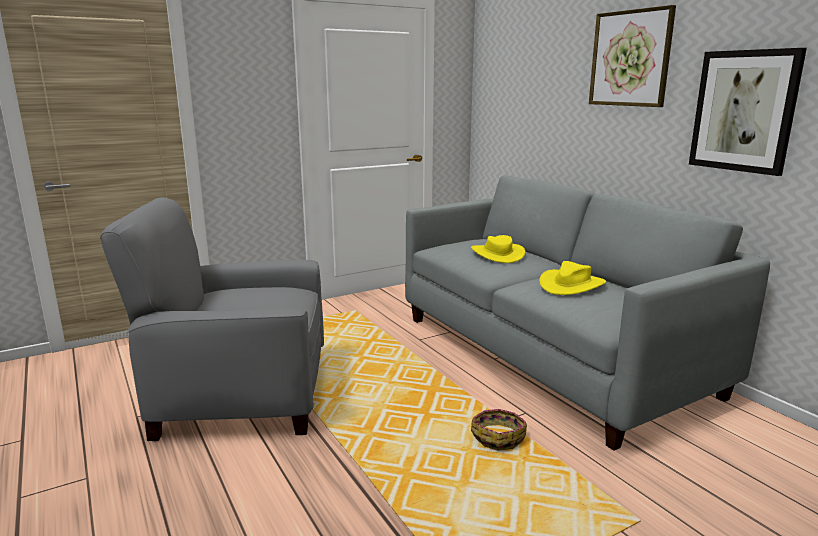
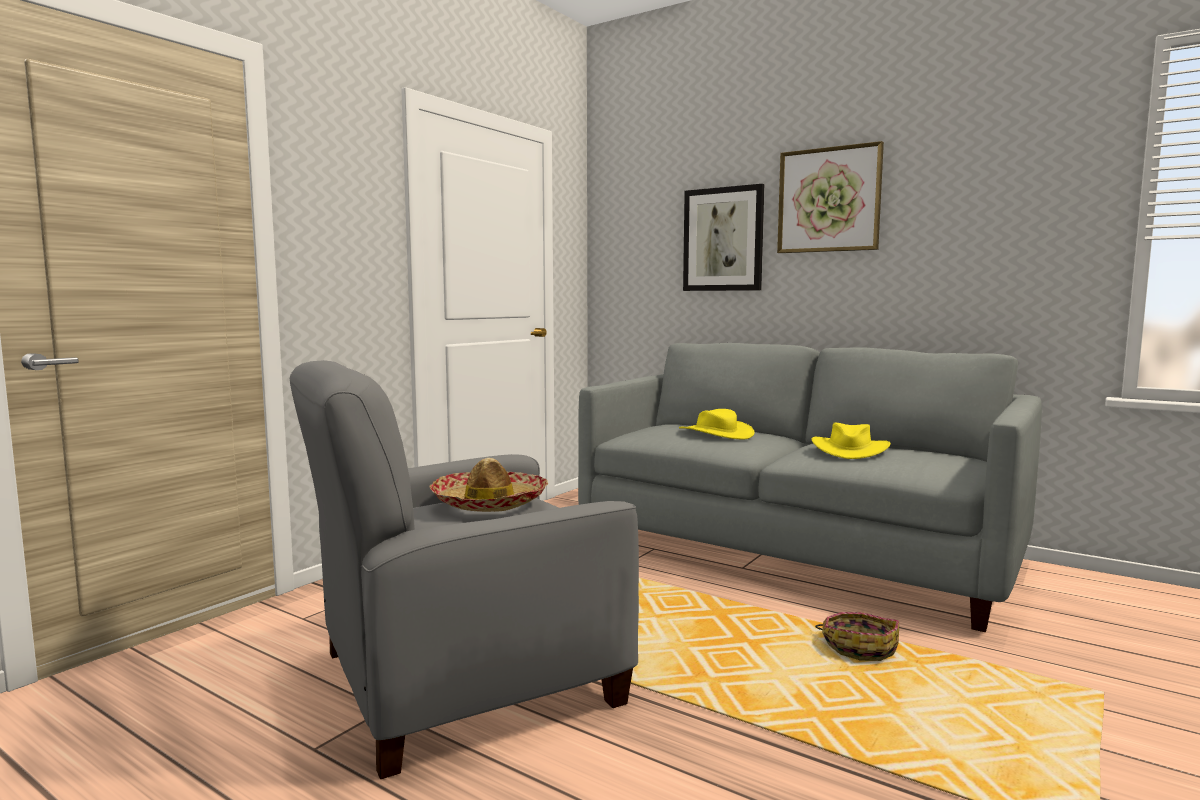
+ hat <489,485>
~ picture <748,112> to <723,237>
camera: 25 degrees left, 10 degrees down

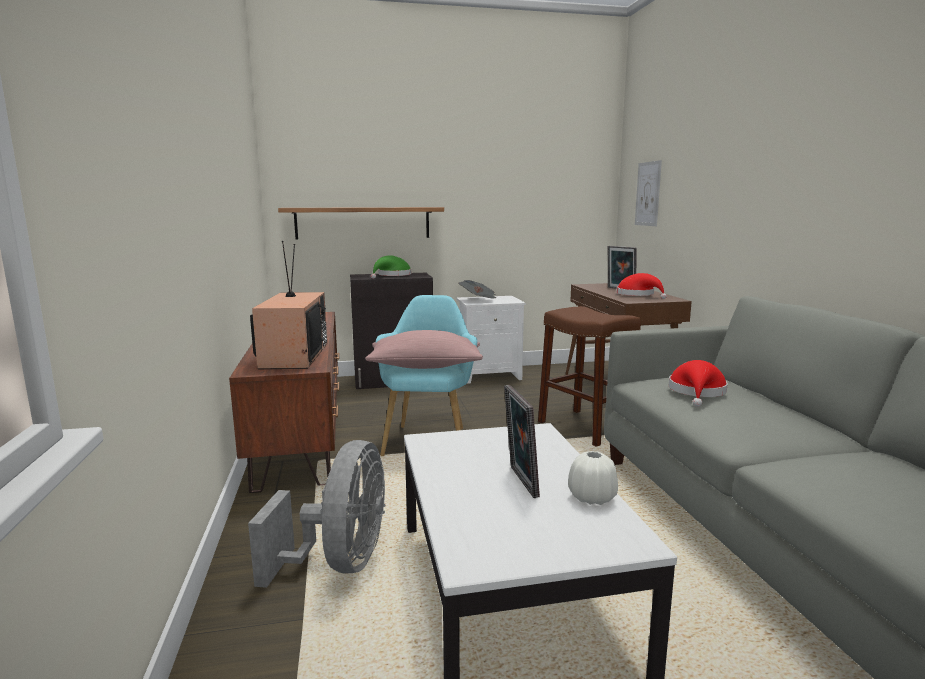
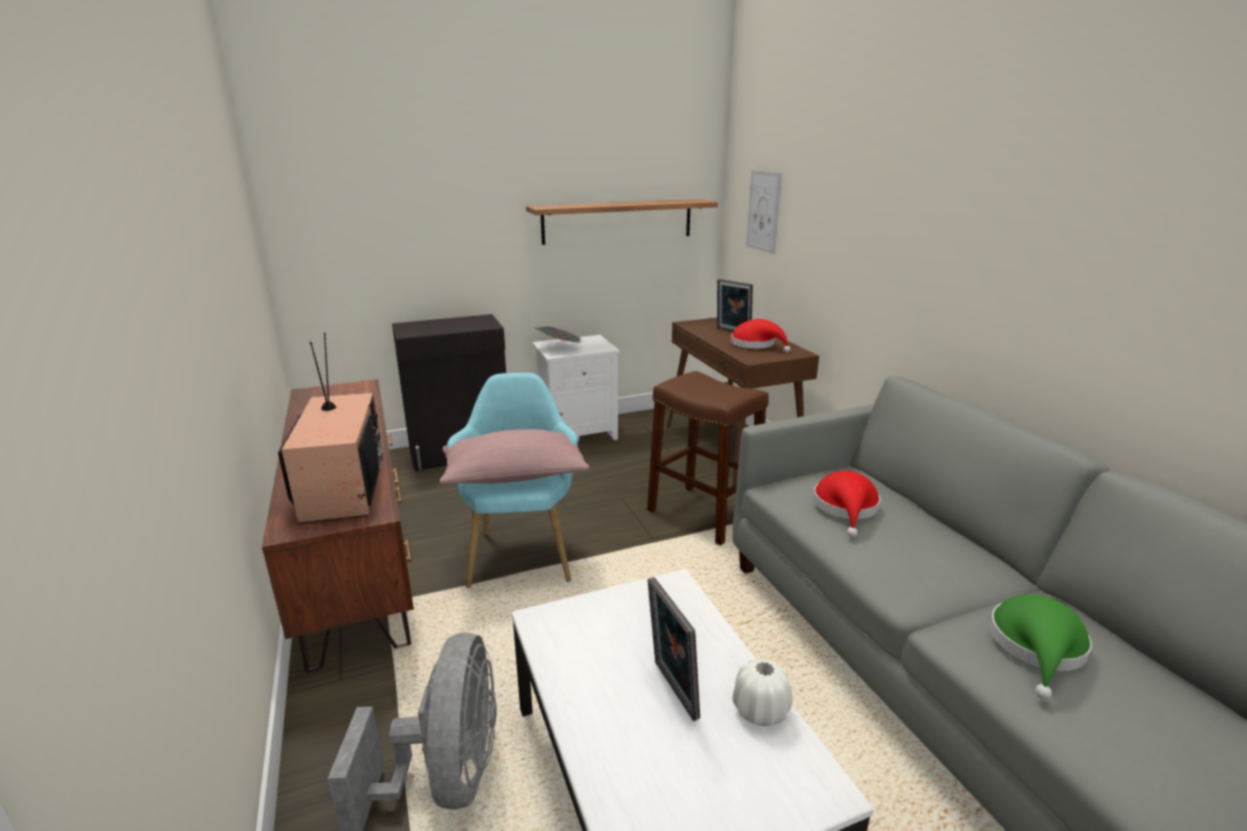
~ shelf <361,223> to <622,222>
~ hat (green) <391,267> to <1040,646>
camera: 10 degrees left, 10 degrees up

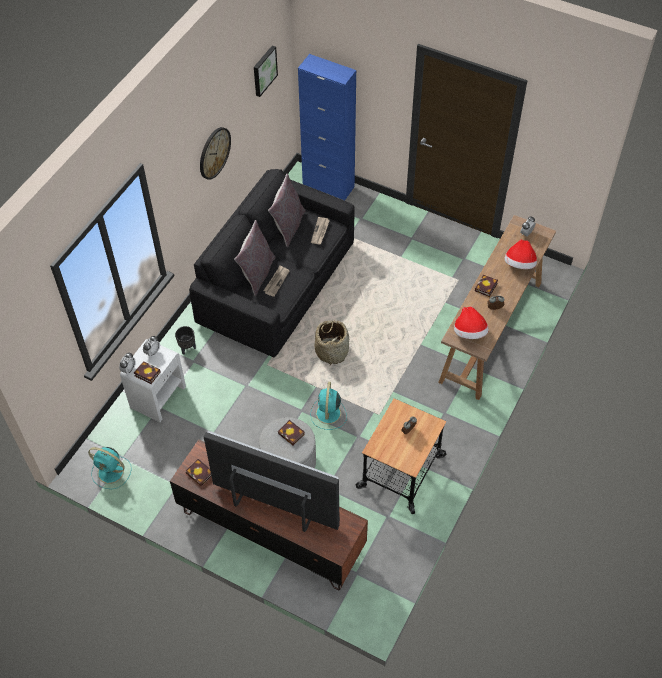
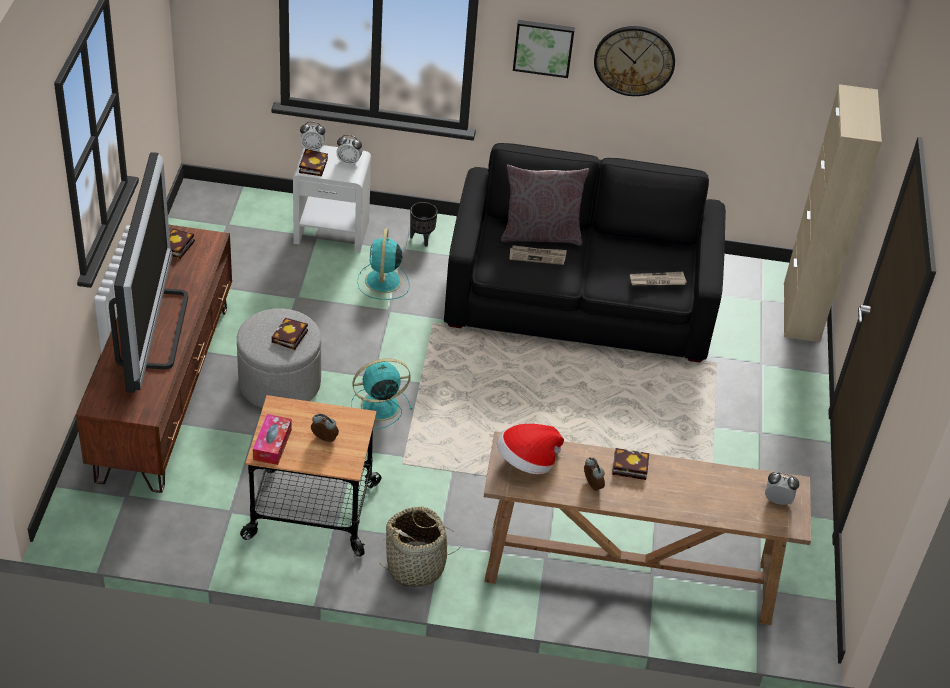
- pillow (grey) <287,210>
- hat <520,254>
+ tissue box <272,439>
~ fan (turquoise) <110,468> to <383,264>
~ picture <266,71> to <544,49>
~ basket <331,342> to <421,546>
~ cabinet (blue) <327,127> to cabinet (beige) <833,213>
camera: 65 degrees right, 10 degrees down

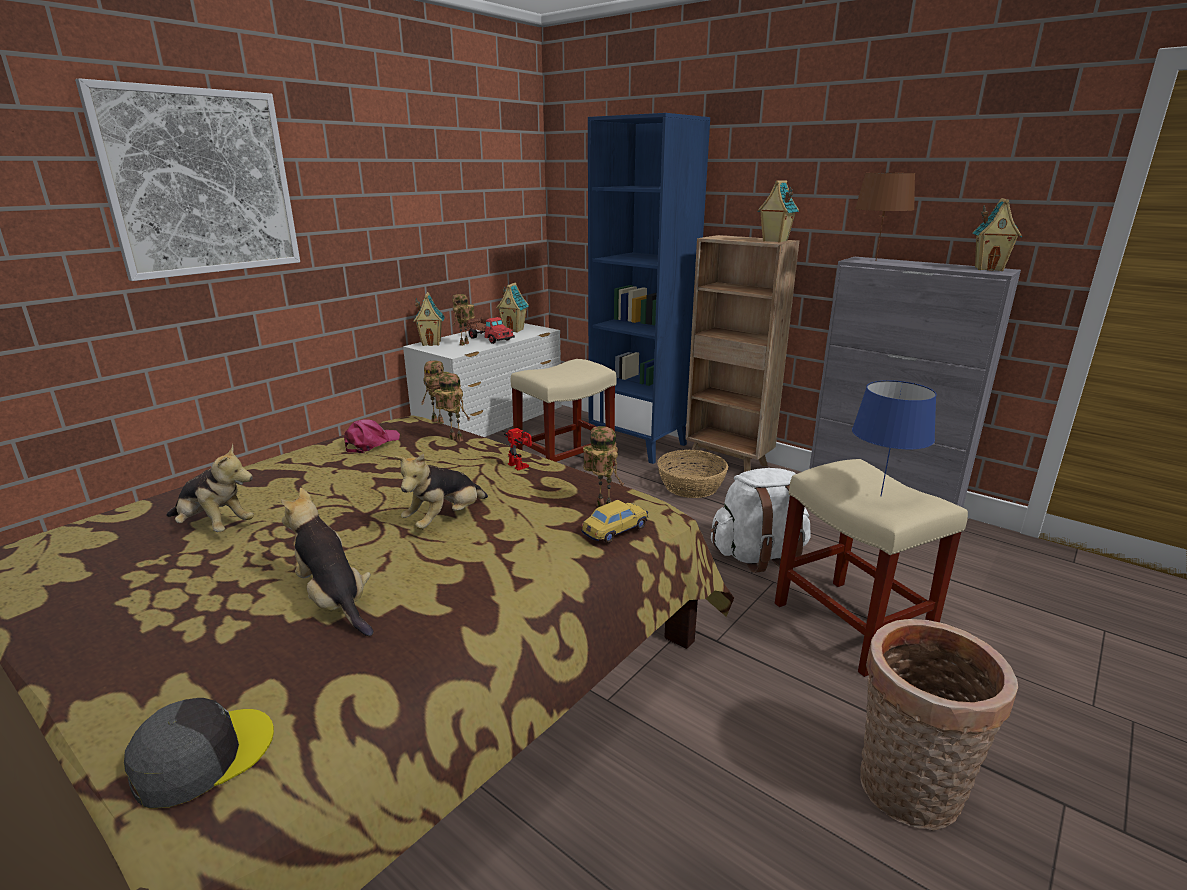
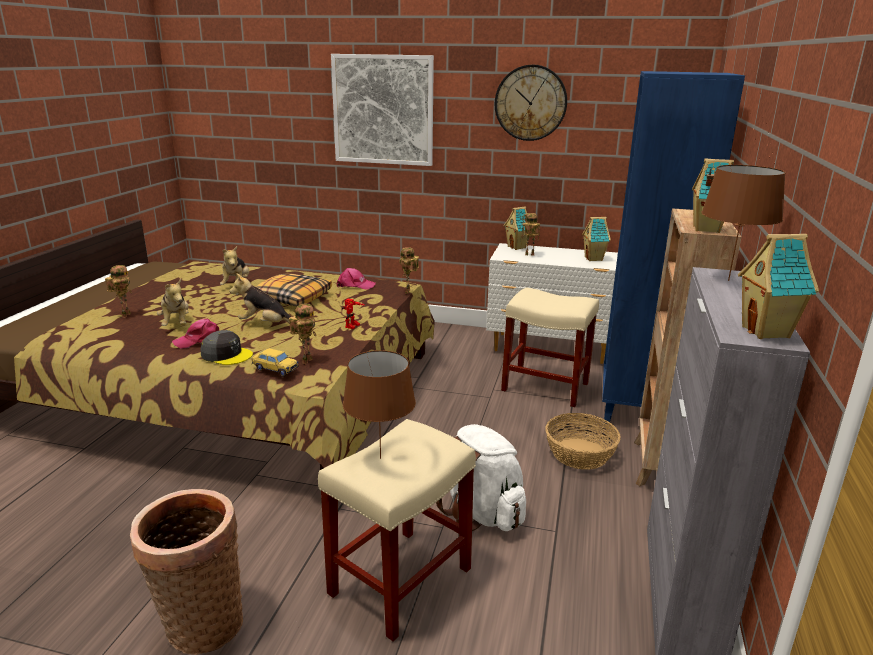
- toy truck <490,330>
+ cap (pink) <195,333>
+ pillow <294,289>
+ wall clock <531,103>
~ cap (grey) <199,753> to <227,347>
~ toy robot <452,407> to <118,291>
~ table lamp (blue) <894,438> to table lamp (brown) <379,404>
~ plush toy <327,562> = <173,302> 135 degrees clockwise
camera: 65 degrees right, 0 degrees up

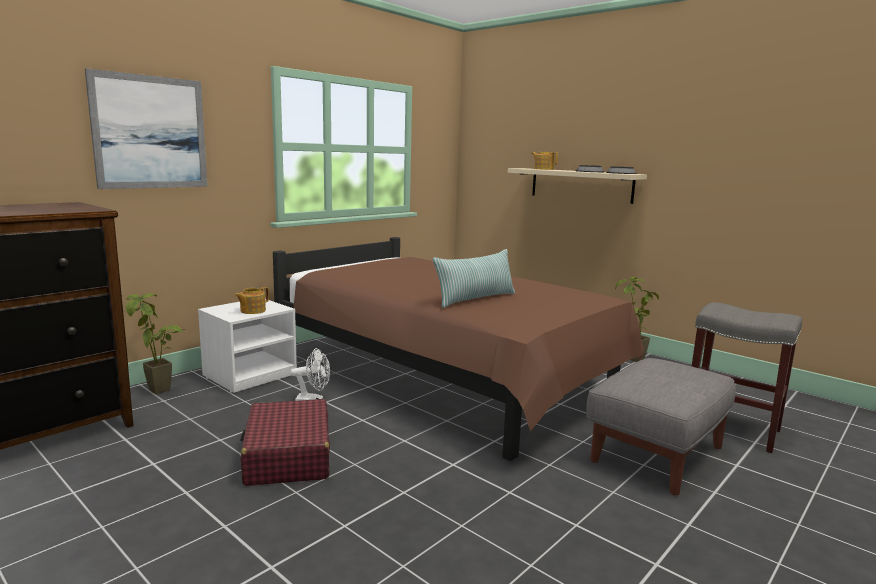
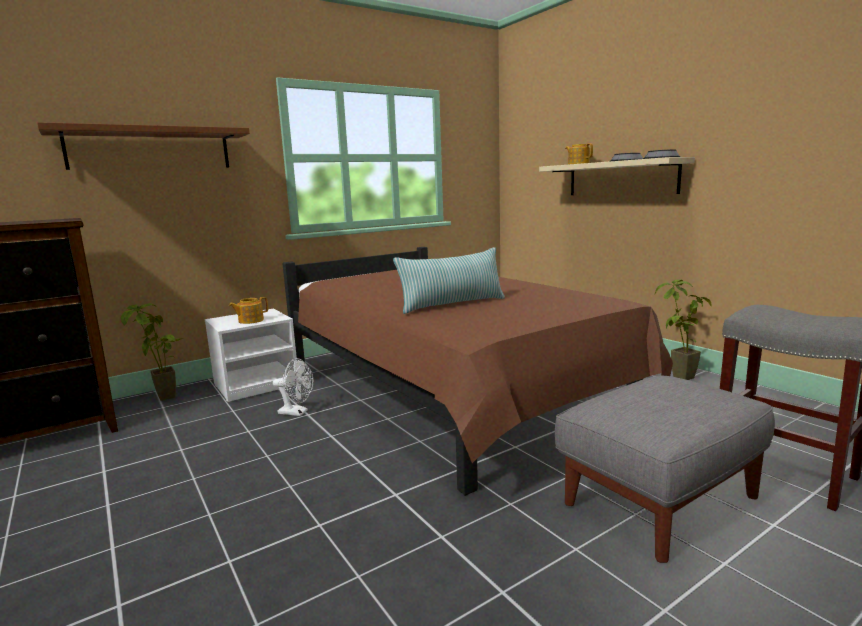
- suitcase (red) <285,442>
~ picture <146,128> to shelf (brown) <143,146>
camera: 15 degrees right, 0 degrees up

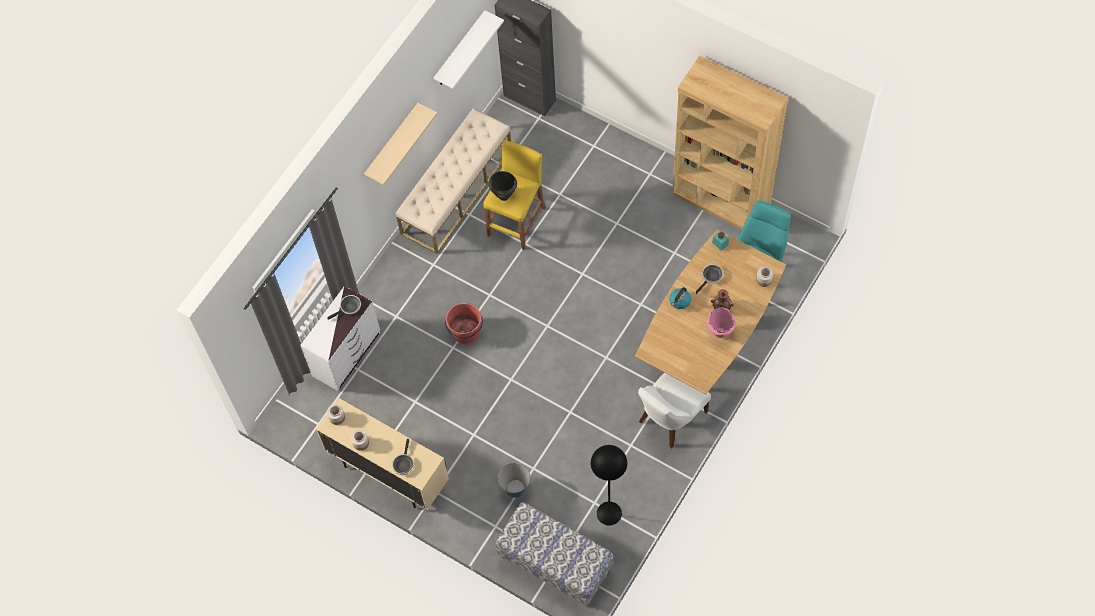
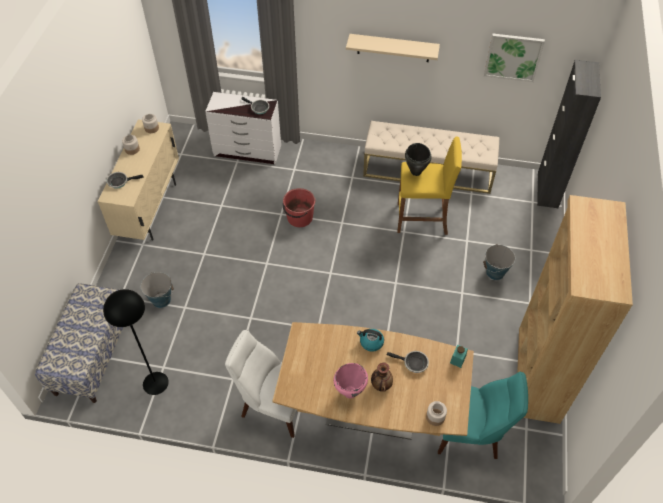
+ bucket <499,262>
~ shelf (white) <469,49> to picture <514,58>
camera: 65 degrees right, 10 degrees down

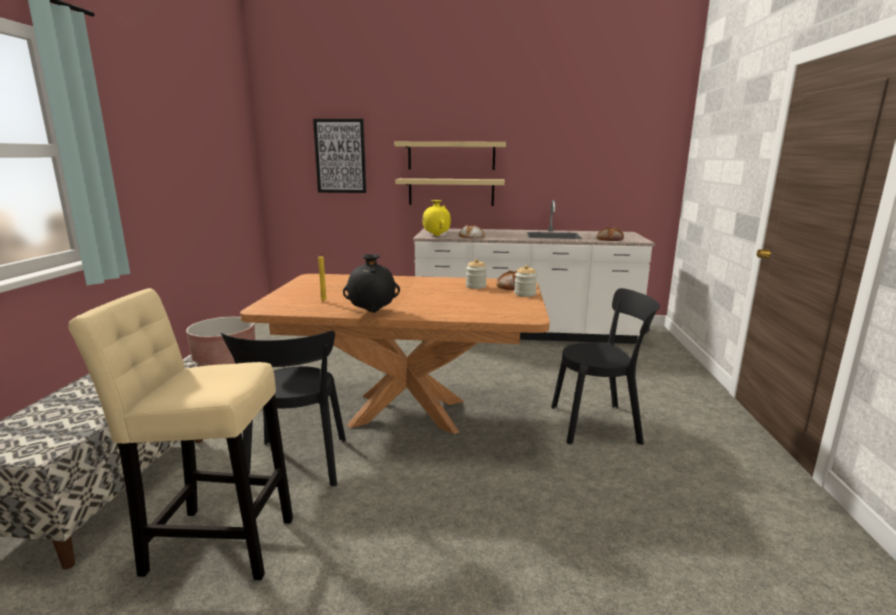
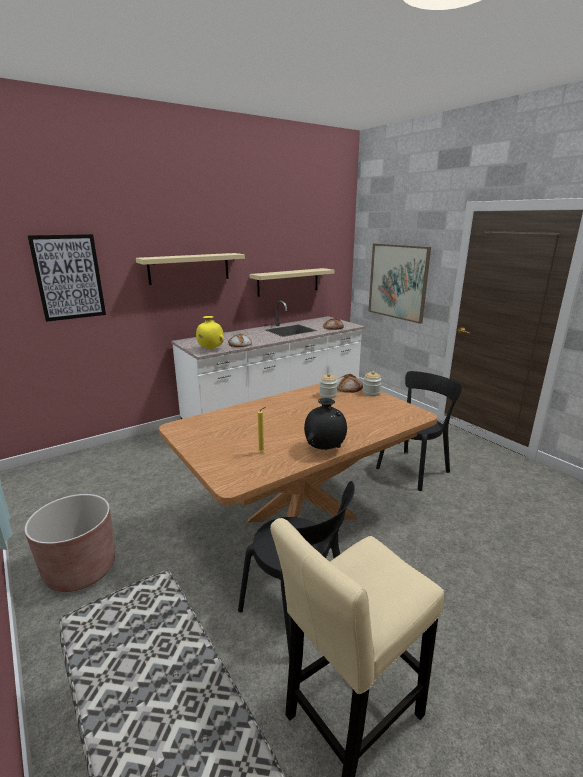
+ picture <399,284>
~ shelf (beige) <450,192> to <292,282>
camera: 40 degrees left, 5 degrees up

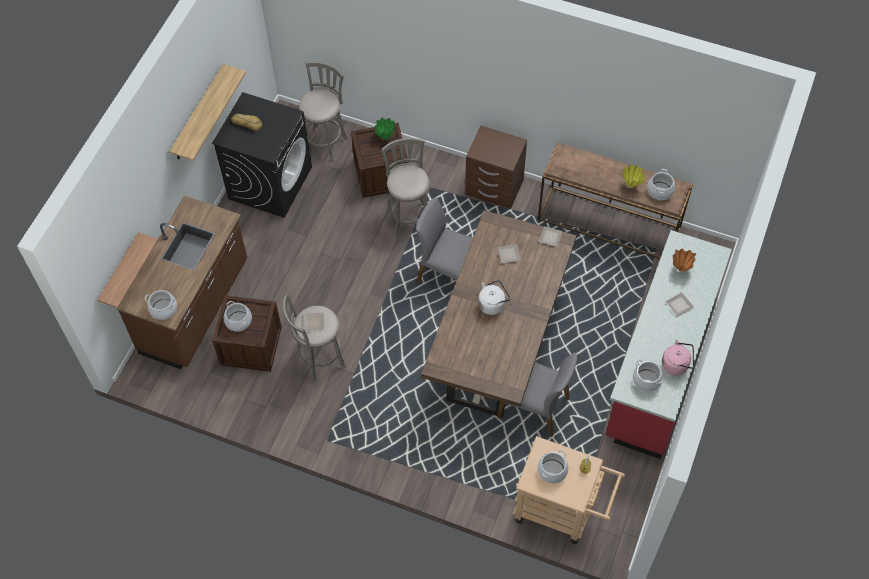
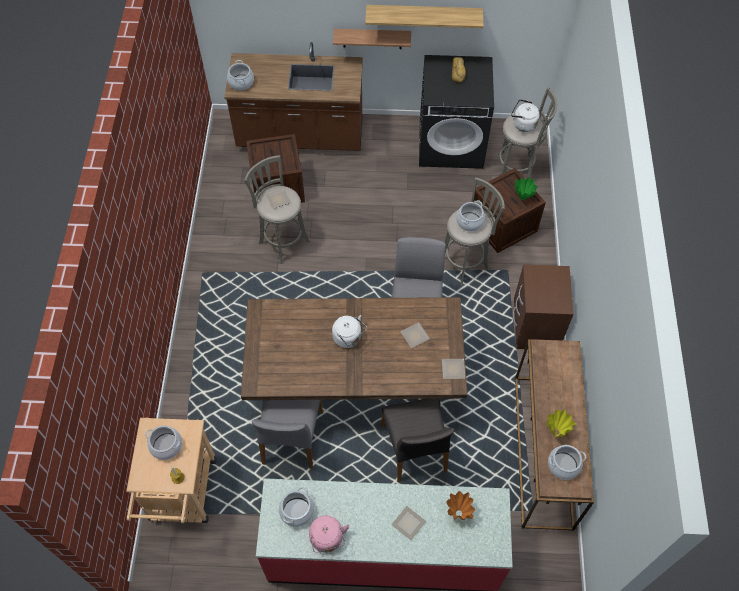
+ chair (grey) <417,440>
+ kettle (white) <525,115>
~ shelf <127,270> to <372,39>
~ cooking pot <238,316> to <470,216>
camera: 70 degrees right, 0 degrees up

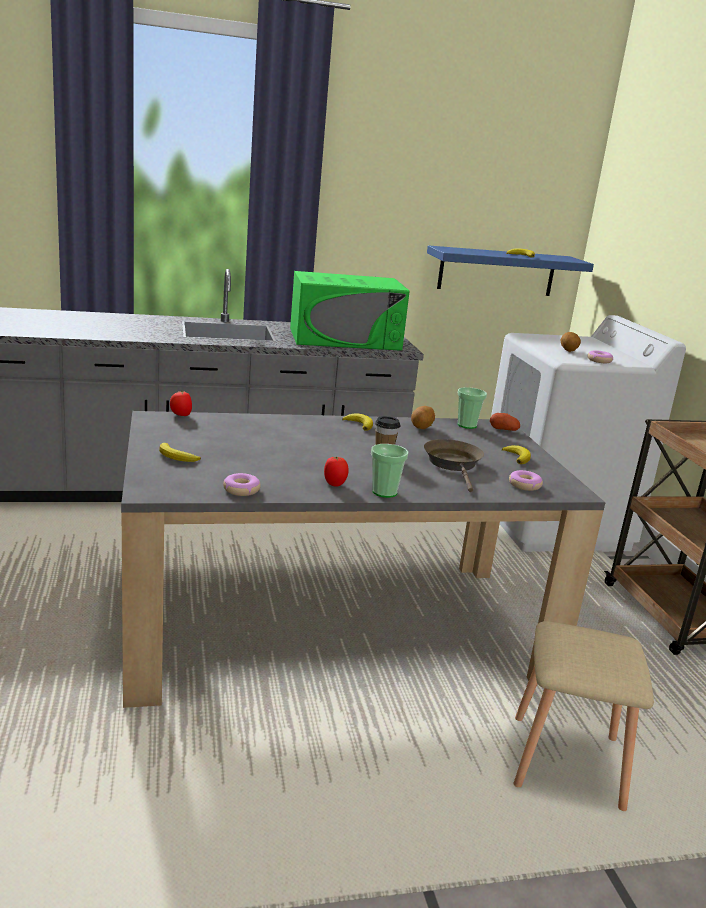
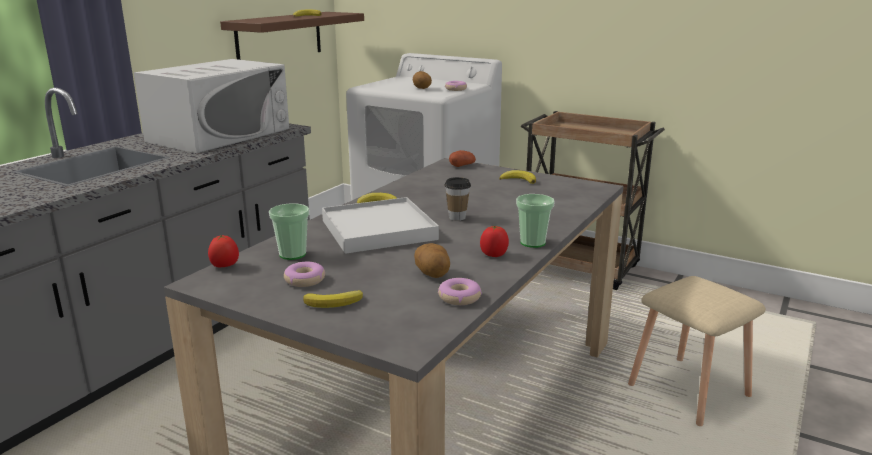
- frying pan (brown) <454,465>
+ tray (white) <380,225>
~ potato <423,417> to <432,260>
~ cup <472,408> to <289,231>
~ donut <526,480> to <304,274>
~ microwave (green) <350,311> to microwave (white) <211,106>
~ shelf (blue) <510,270> to shelf (brown) <292,36>
camera: 45 degrees left, 0 degrees up

